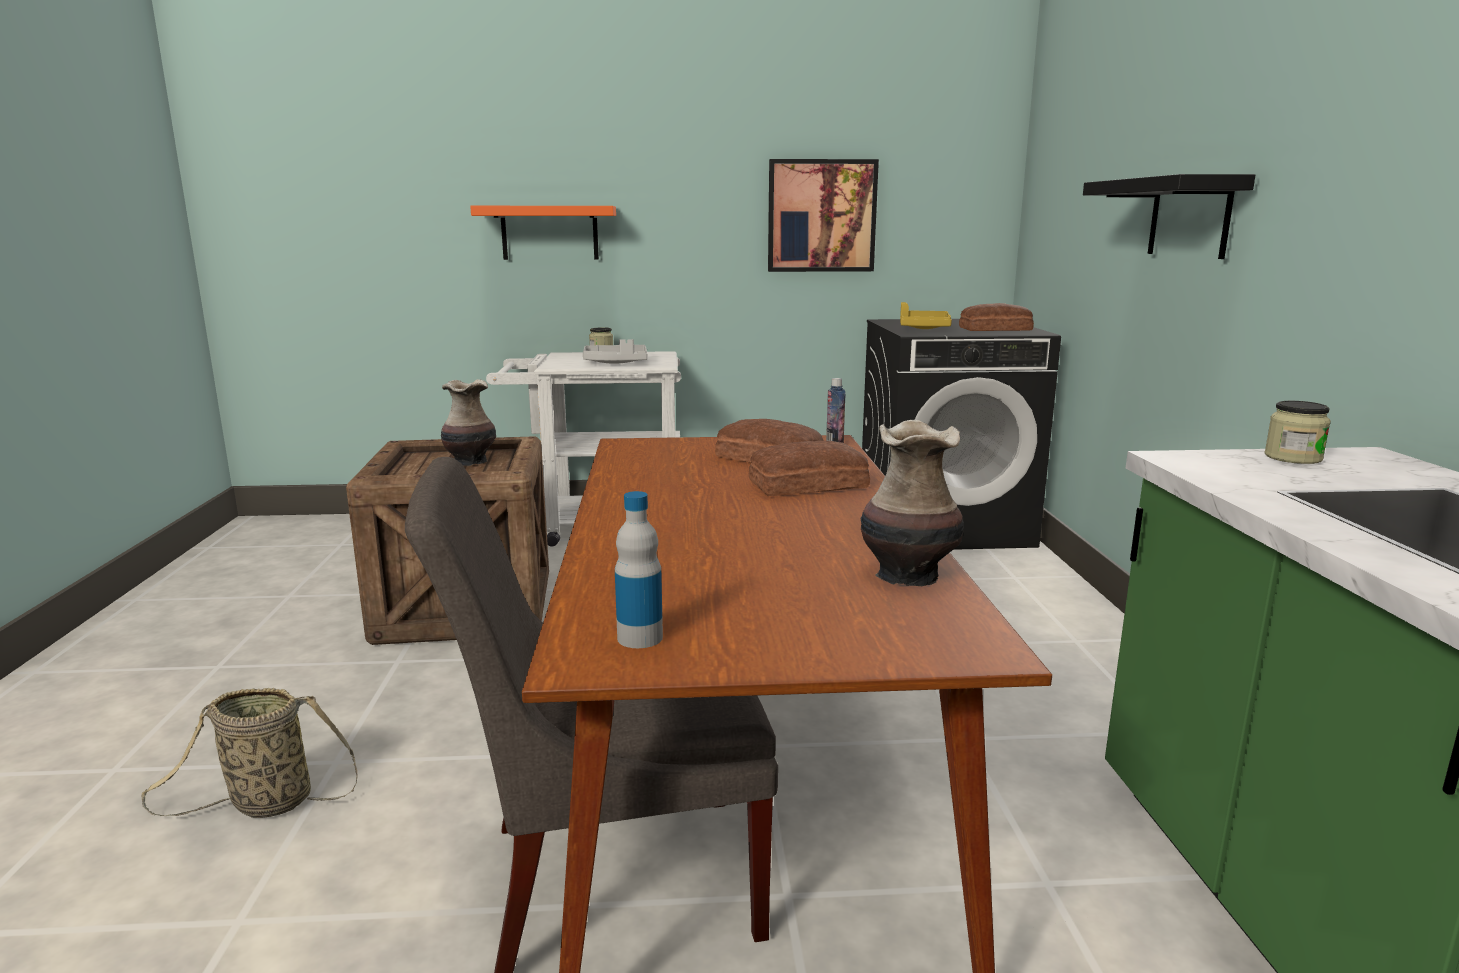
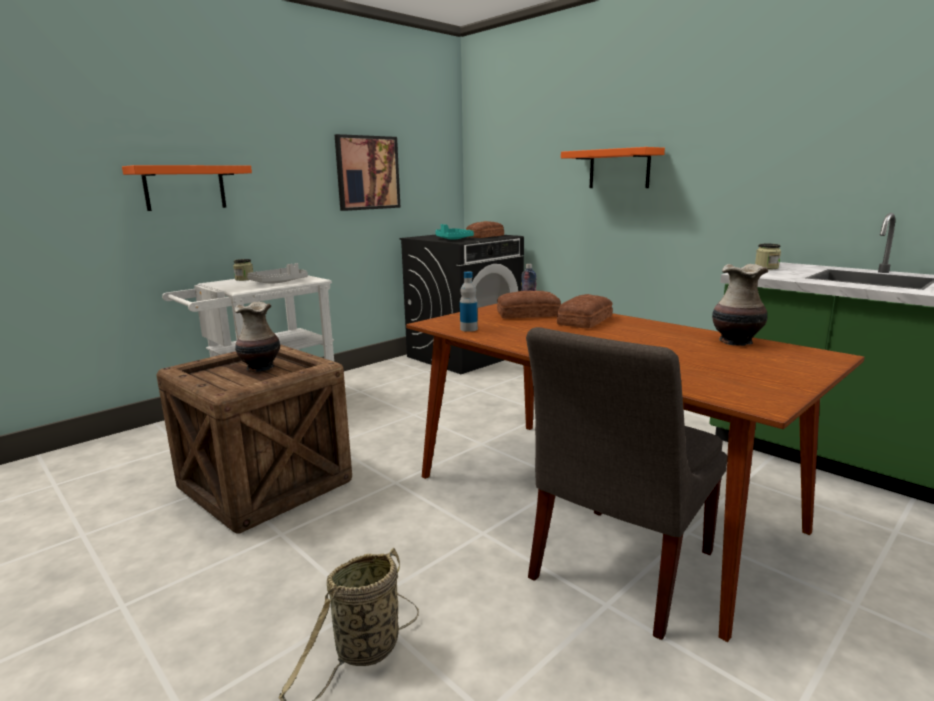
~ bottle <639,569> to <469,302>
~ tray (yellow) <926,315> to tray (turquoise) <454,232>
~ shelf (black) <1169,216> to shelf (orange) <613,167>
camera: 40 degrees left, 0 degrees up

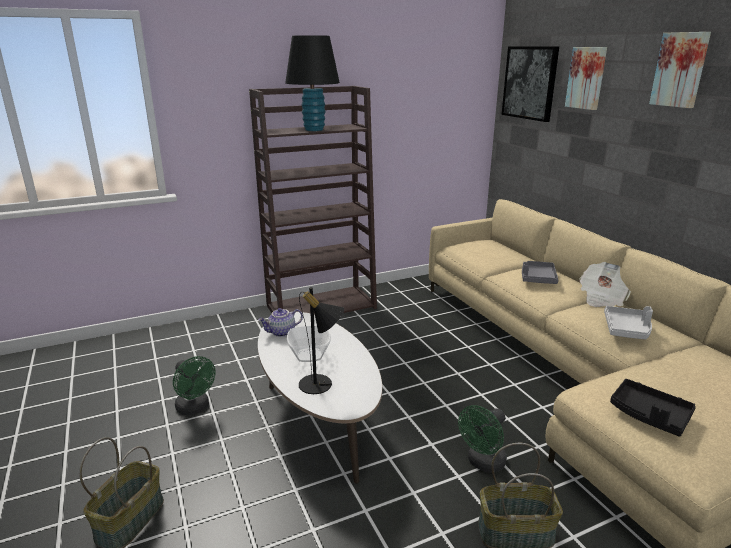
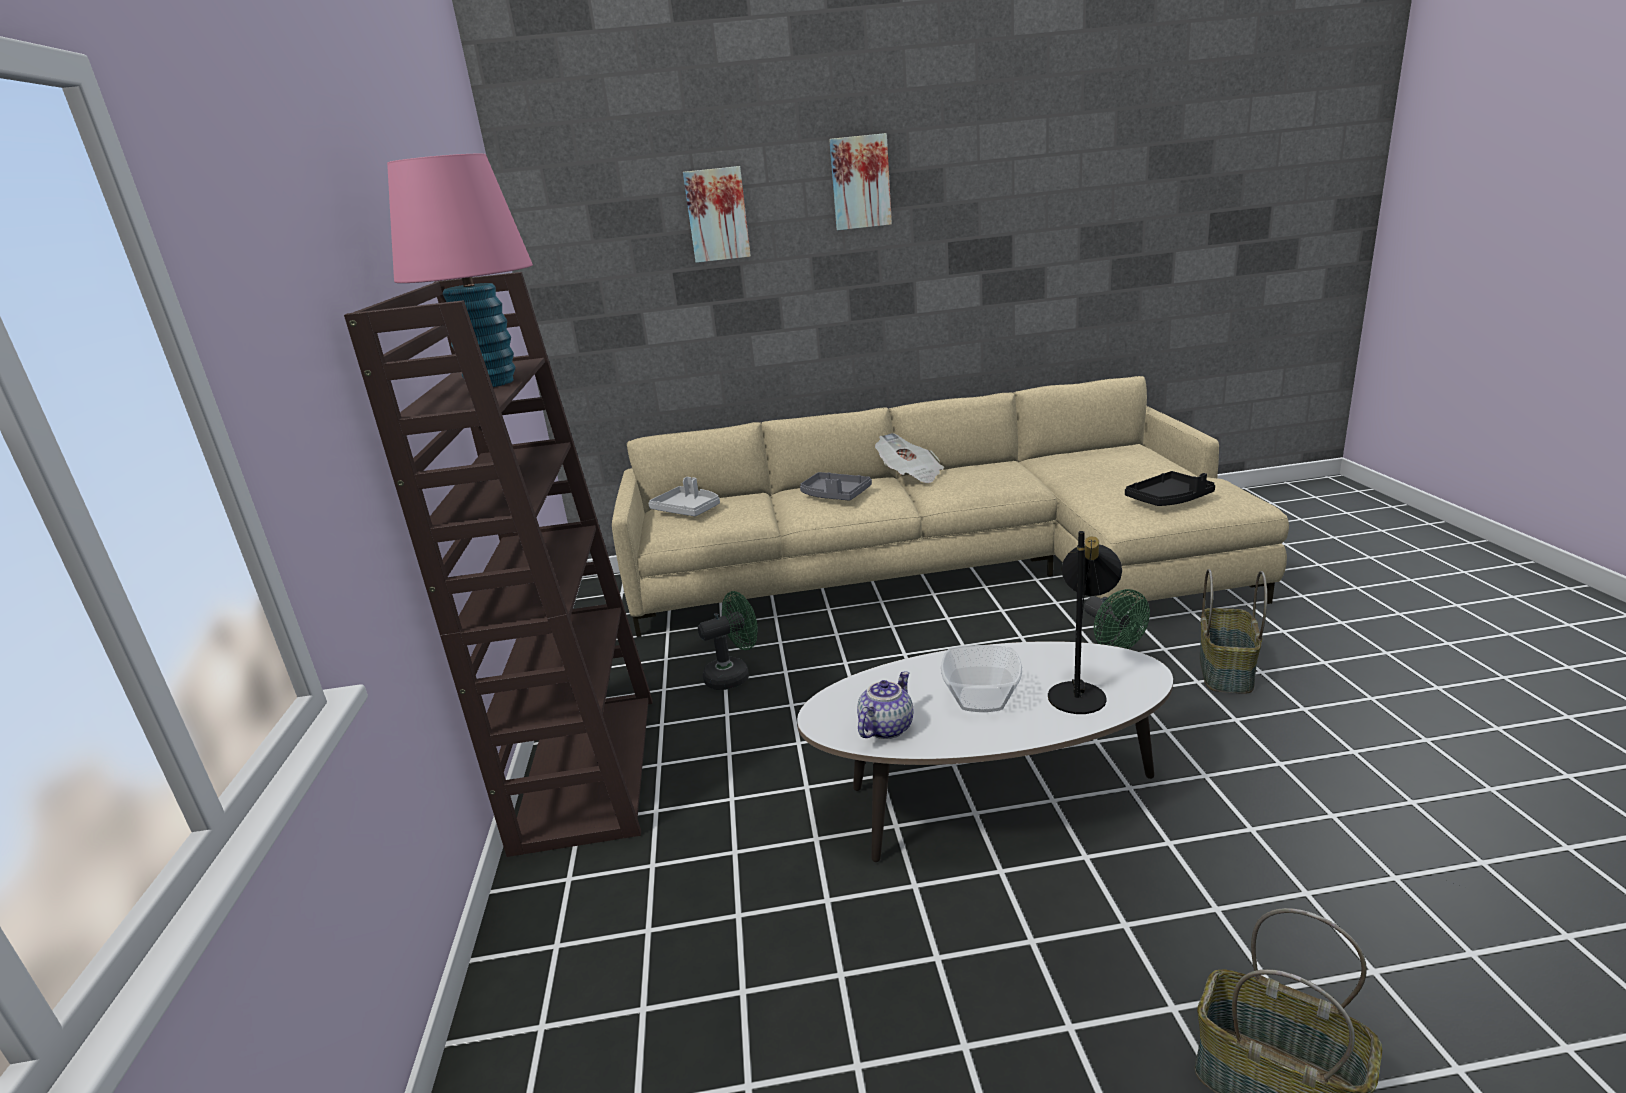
- picture <530,84>
~ fan (green) <194,385> to <728,640>
~ tray (grey) <628,322> to <684,496>
~ table lamp (black) <312,83> to table lamp (pink) <460,270>
~ teapot <280,322> = <885,705> 135 degrees counterclockwise
camera: 70 degrees left, 0 degrees up

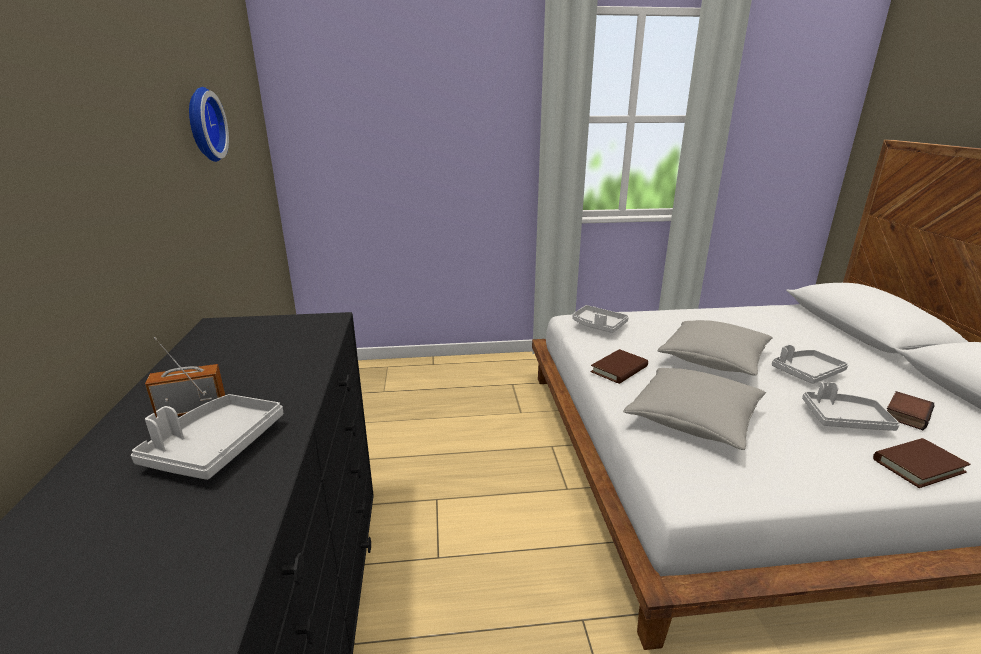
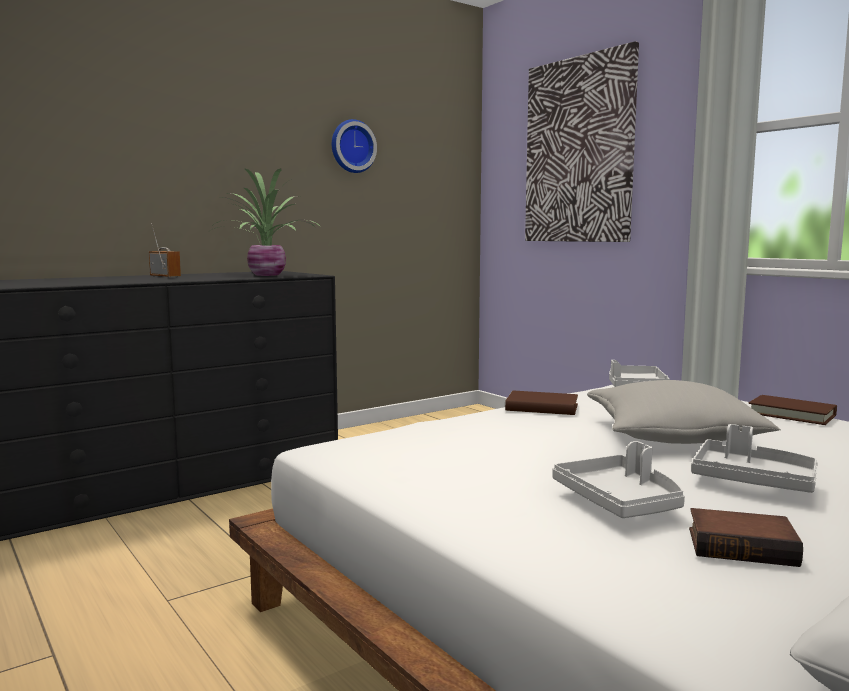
- tray (grey) <207,437>
- pillow (grey) <694,409>
+ potted plant <266,222>
+ picture <582,141>
~ book (brown) <921,463> to <792,410>
camera: 60 degrees right, 15 degrees down

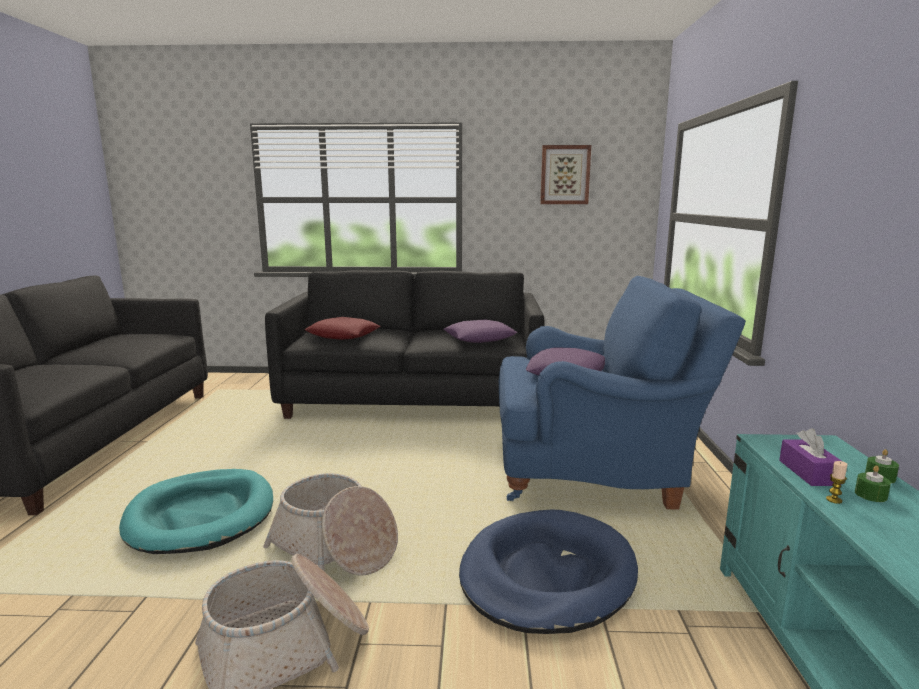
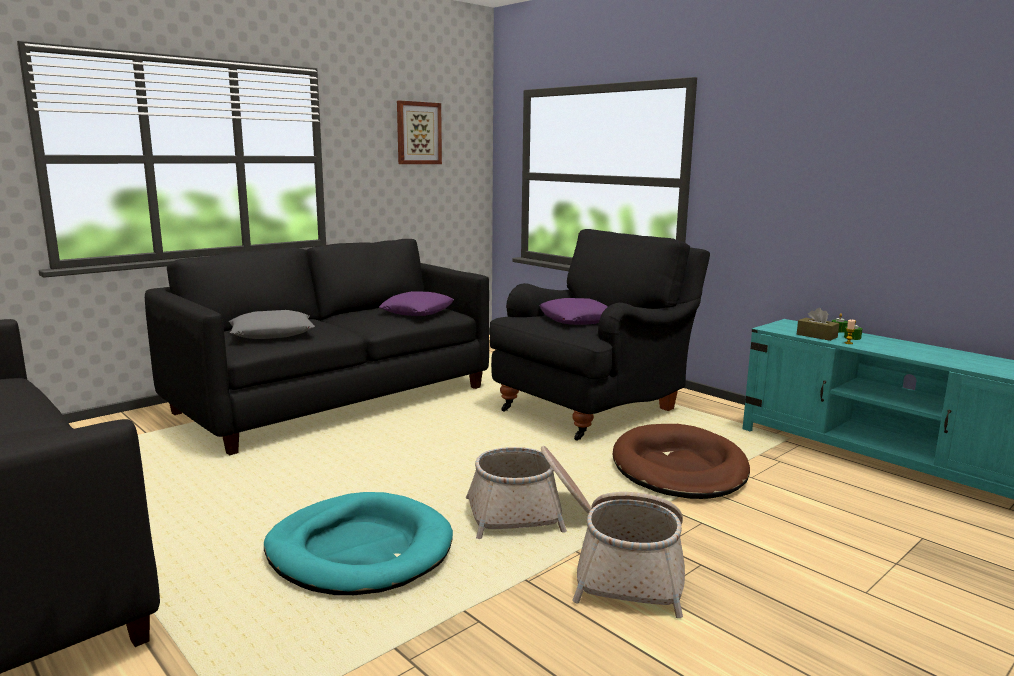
~ pillow (red) <342,328> to pillow (grey) <271,324>
~ dog bed (blue) <548,572> to dog bed (brown) <681,461>
~ armchair (blue) <622,393> to armchair (black) <600,335>
~ tissue box (purple) <810,457> to tissue box (brown) <818,324>
camera: 45 degrees left, 0 degrees up

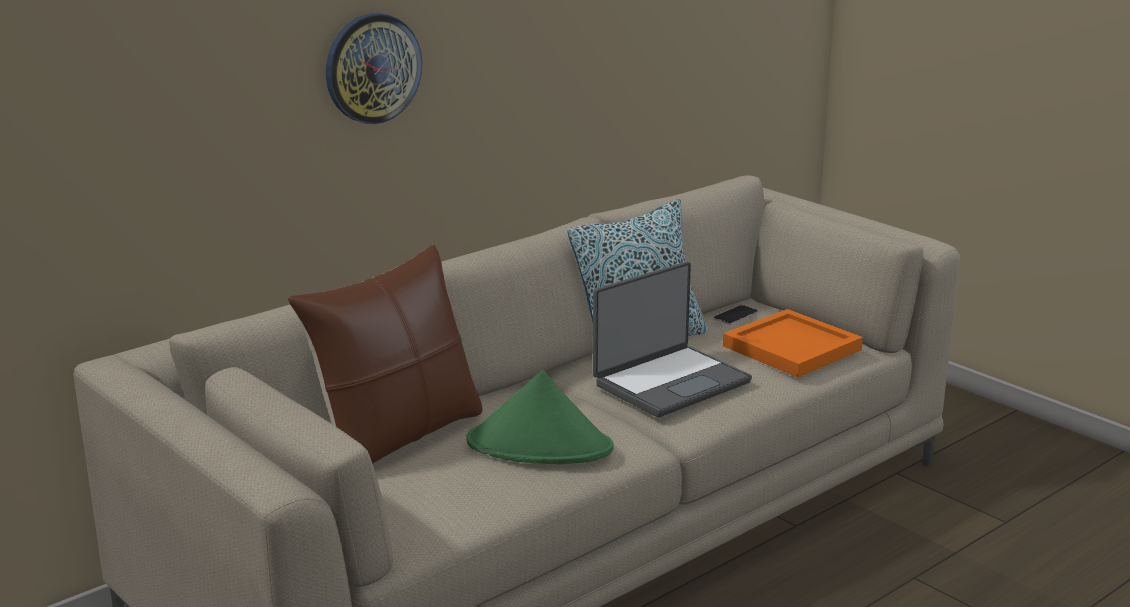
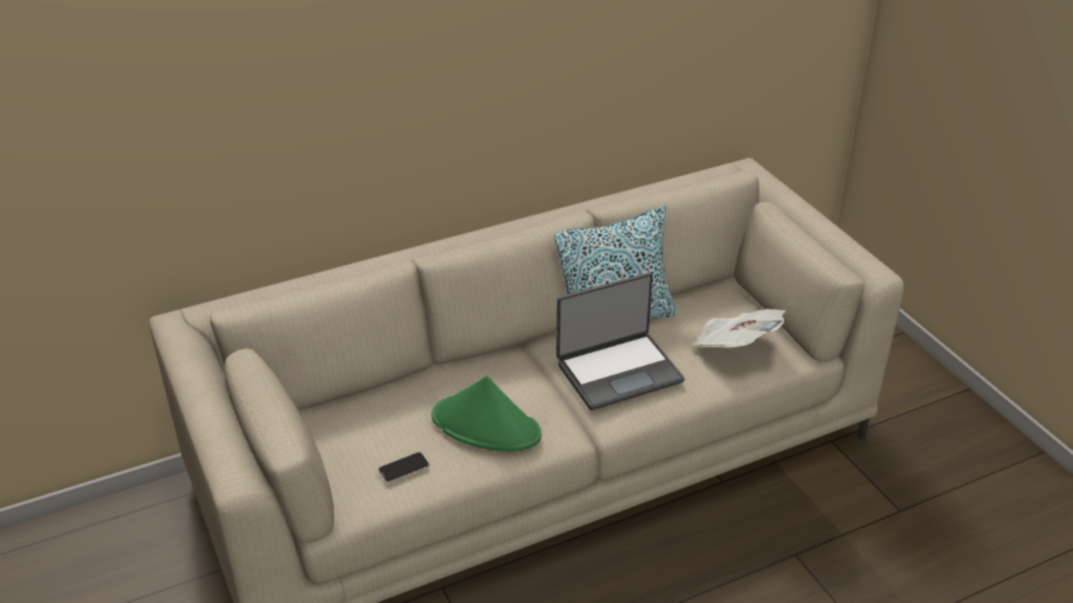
- pillow (brown) <385,354>
- wall clock <374,68>
~ phone <735,315> to <403,467>
~ tray (orange) <793,343> to newspaper <739,328>
camera: 15 degrees right, 15 degrees up

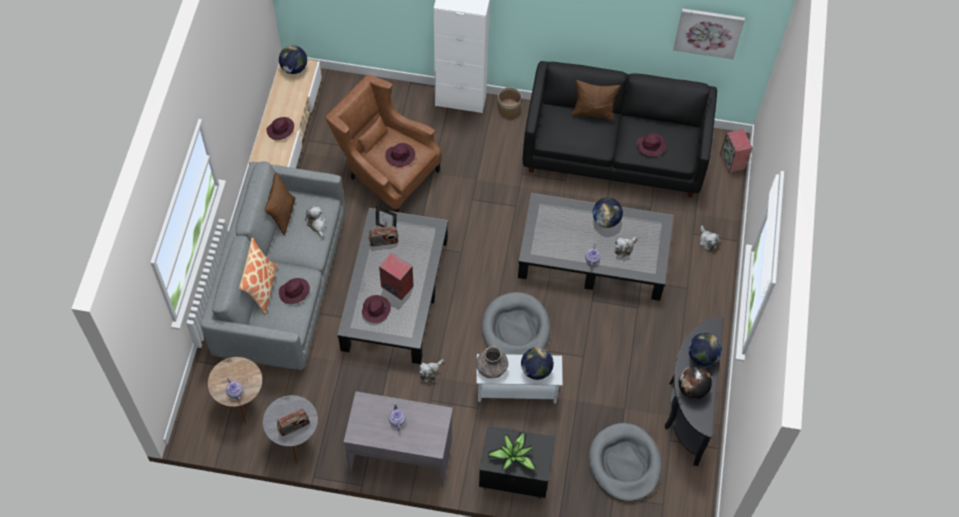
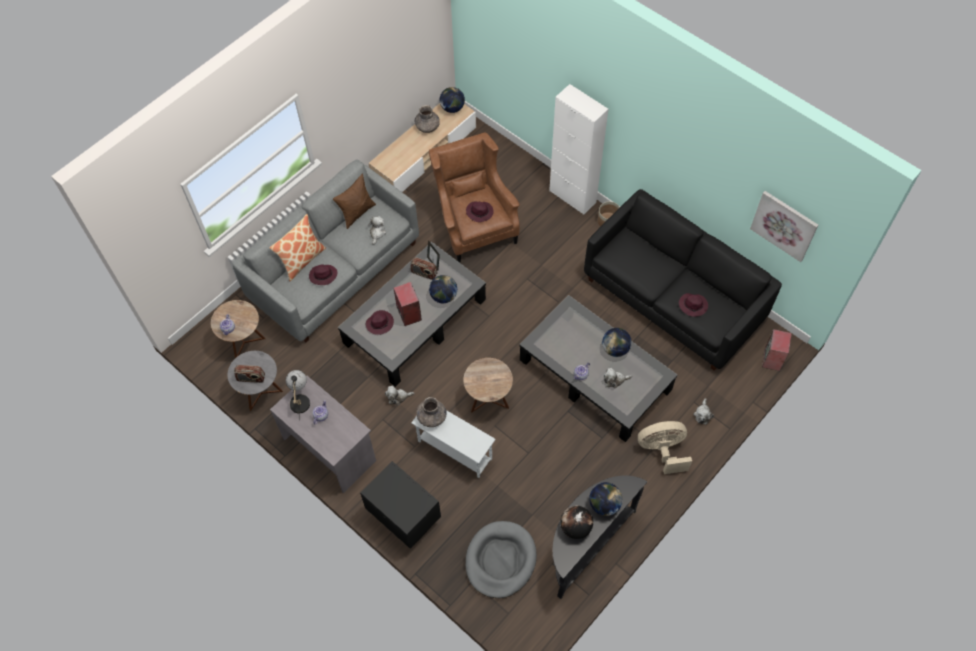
- hat (purple) <280,128>
- potted plant <512,451>
- pillow (brown) <595,101>
+ table lamp <298,392>
+ vase (grey) <427,119>
+ fan (beige) <665,447>
~ globe <537,363> to <443,289>
~ dog bed (grey) <516,323> to side table (brown) <488,385>
camera: 35 degrees right, 0 degrees up

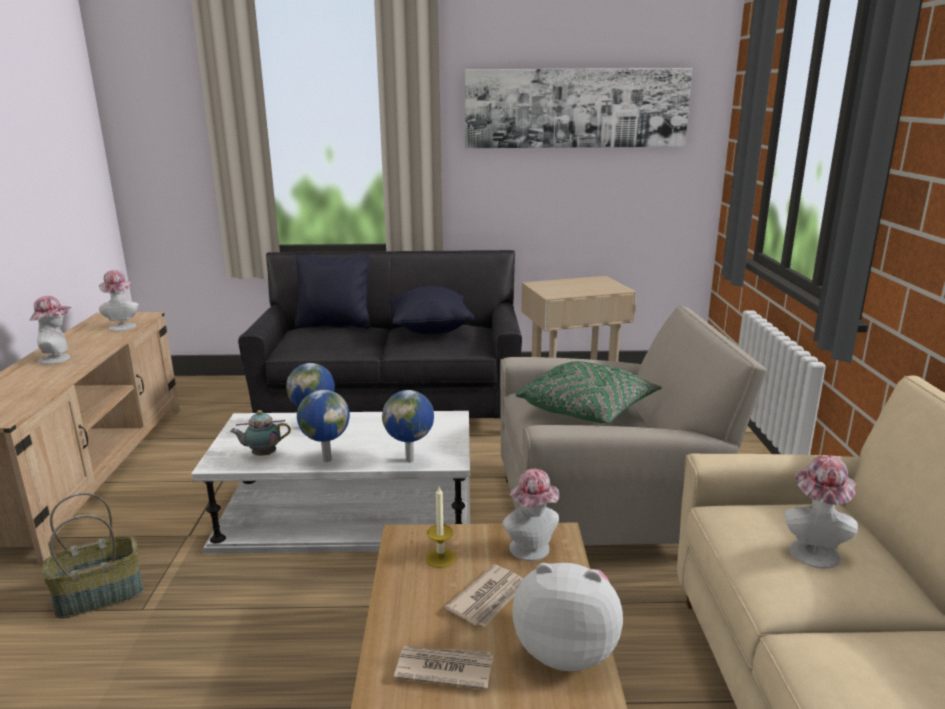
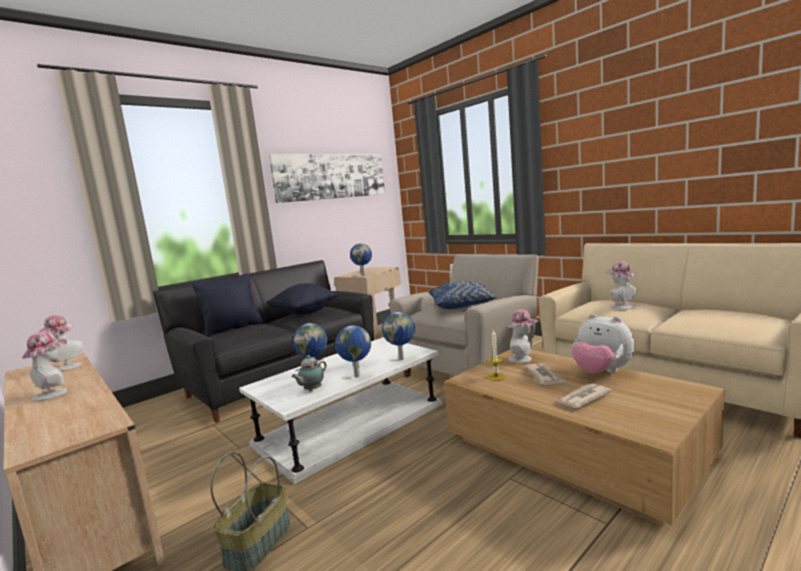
+ globe <361,259>
~ pillow (green) <589,392> to pillow (blue) <463,295>
~ plush toy <567,617> = <603,343> 105 degrees counterclockwise
camera: 40 degrees left, 10 degrees down

